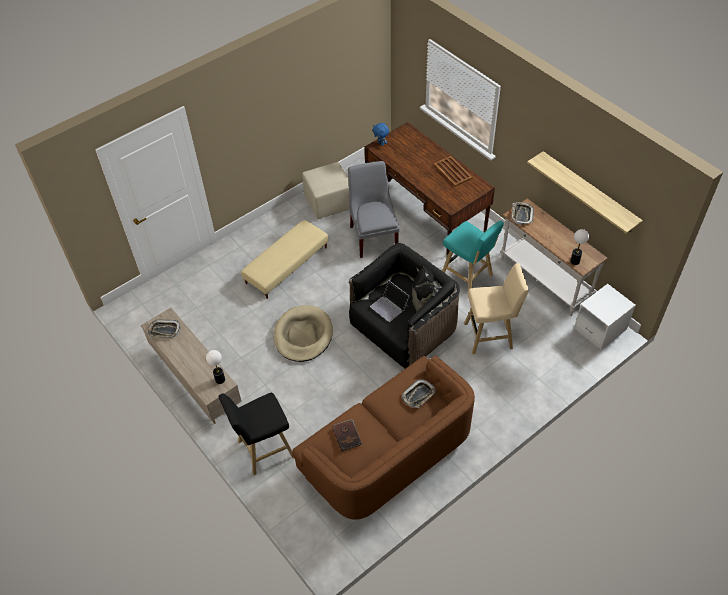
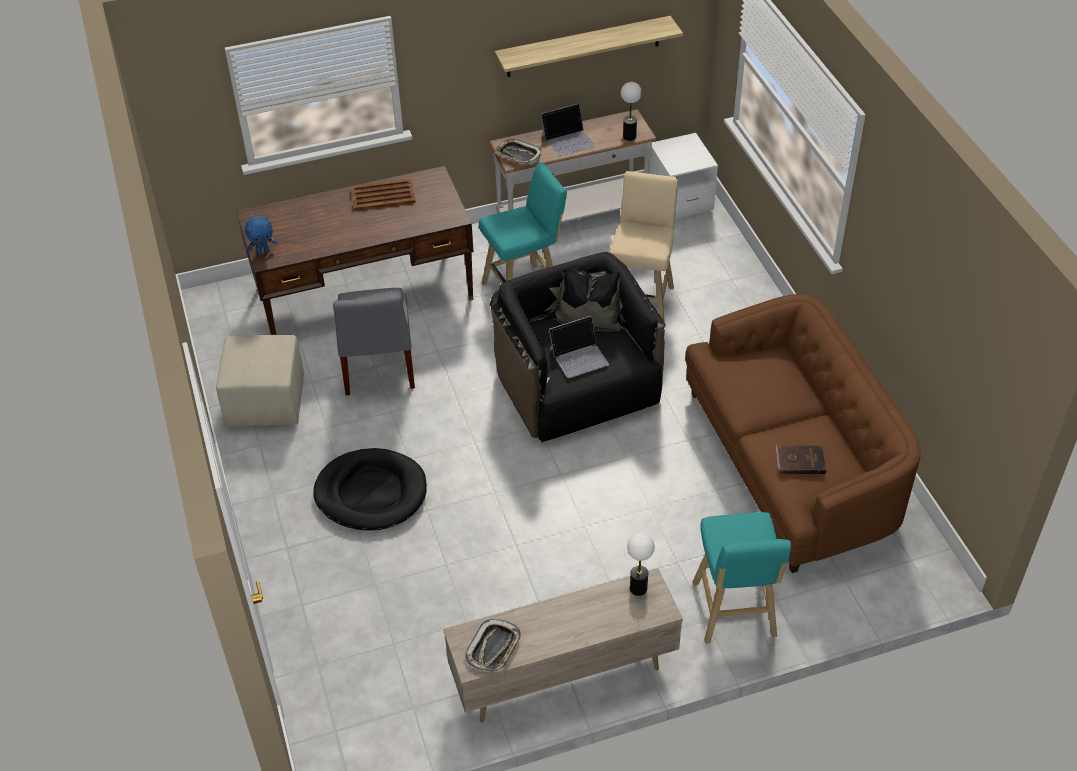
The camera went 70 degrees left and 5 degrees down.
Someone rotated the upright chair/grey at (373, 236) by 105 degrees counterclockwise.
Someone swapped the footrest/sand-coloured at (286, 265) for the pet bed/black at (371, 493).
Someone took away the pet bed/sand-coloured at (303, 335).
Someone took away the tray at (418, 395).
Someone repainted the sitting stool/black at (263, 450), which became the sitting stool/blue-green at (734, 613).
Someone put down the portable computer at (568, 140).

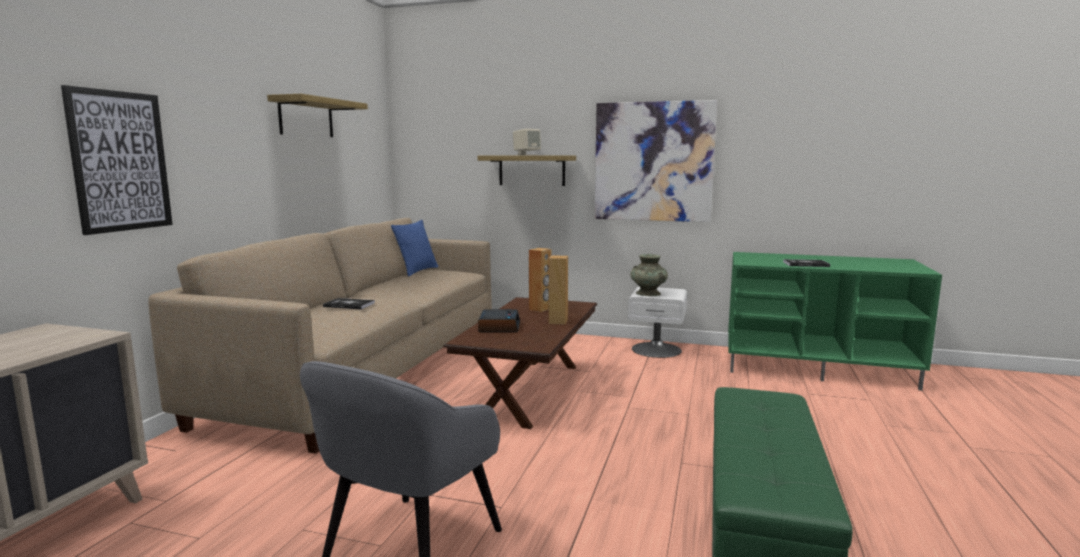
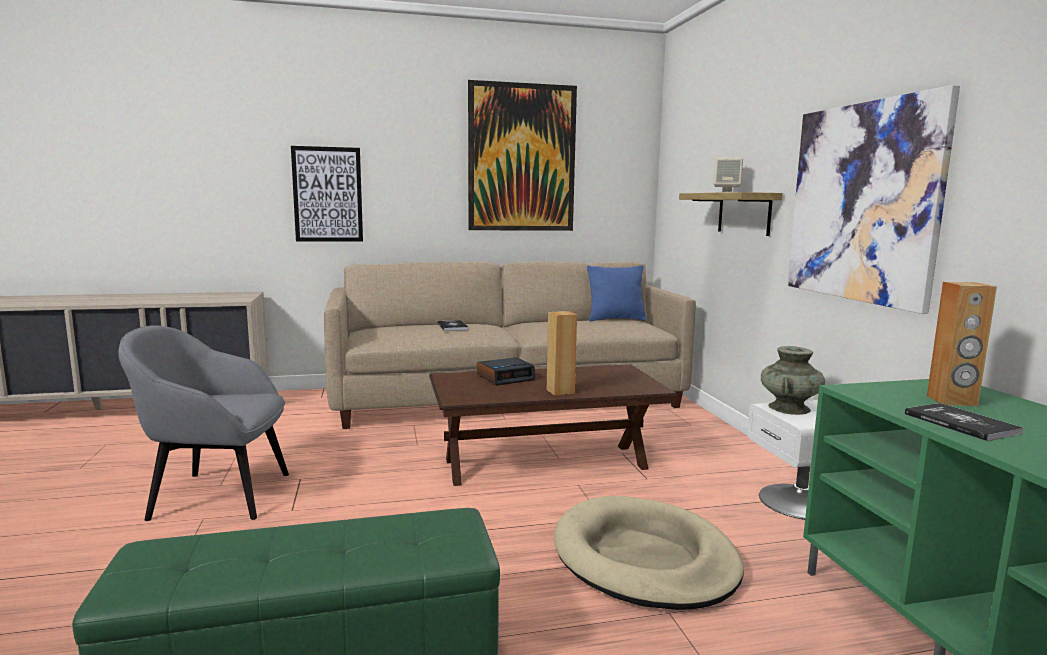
The camera went 60 degrees right and 0 degrees up.
Someone swapped the wall shelf at (306, 118) for the picture at (522, 158).
Someone carried the audio speaker/brown-coloured from (540, 309) to (952, 401).
Someone put down the pet bed/sand-coloured at (644, 558).

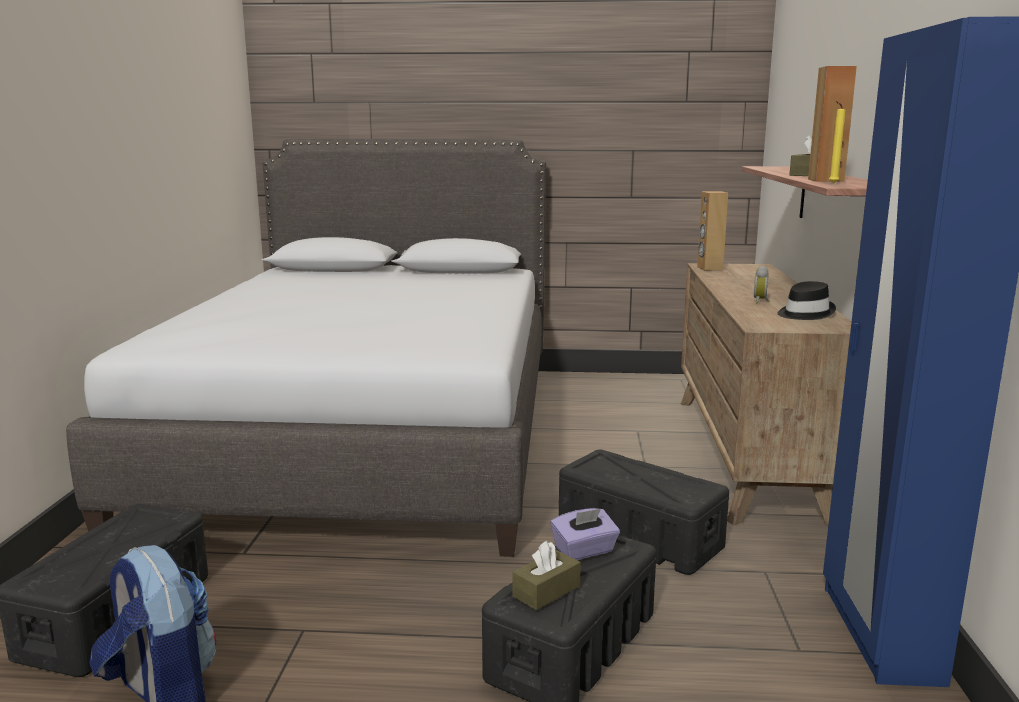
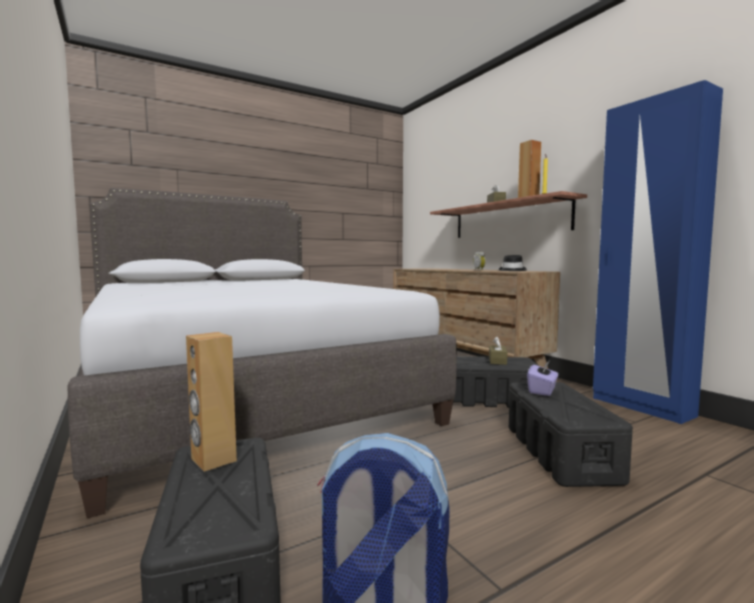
The camera went 35 degrees left and 10 degrees down.
Someone carried the audio speaker/brown-coloured from (709, 268) to (213, 460).
Someone carried the tissue box/brown-coloured from (546, 591) to (497, 360).

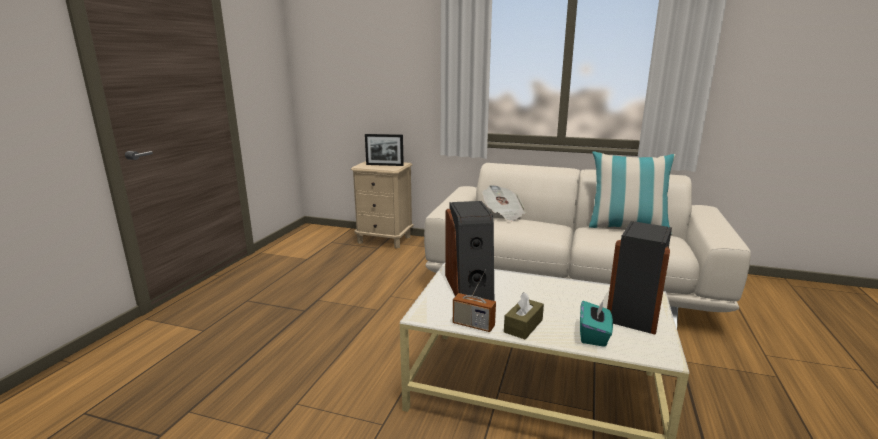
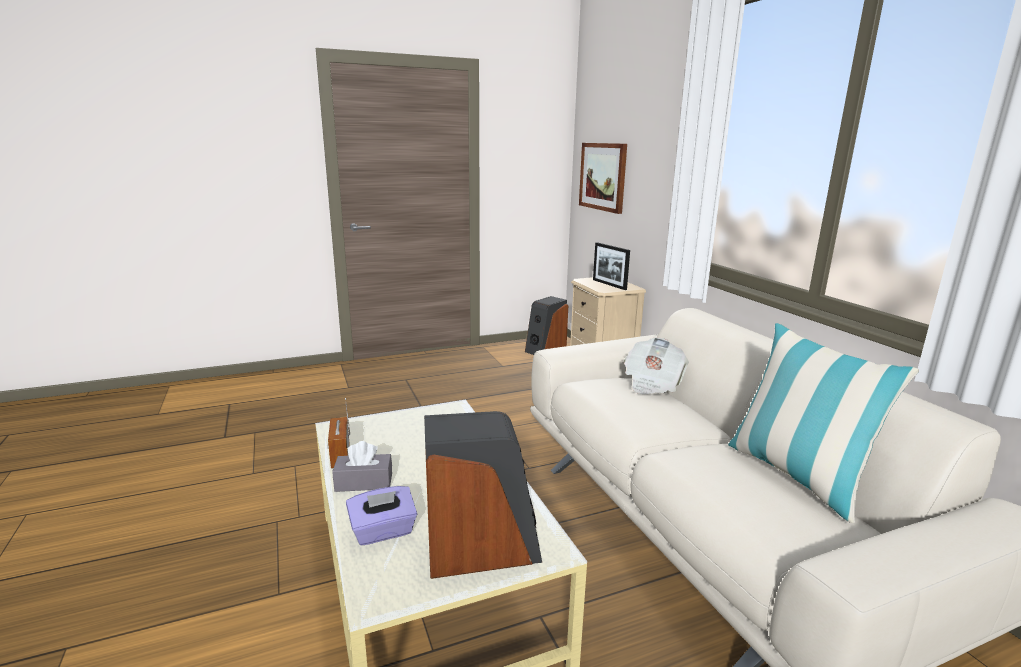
The camera went 50 degrees right and 0 degrees up.
Someone carried the audio speaker from (470, 288) to (545, 349).
Someone repainted the tissue box/brown-coloured at (523, 326), which became the tissue box/grey at (364, 482).
Someone repainted the tissue box/blue-green at (594, 335), which became the tissue box/purplish at (383, 531).
Someone put up the picture at (603, 176).

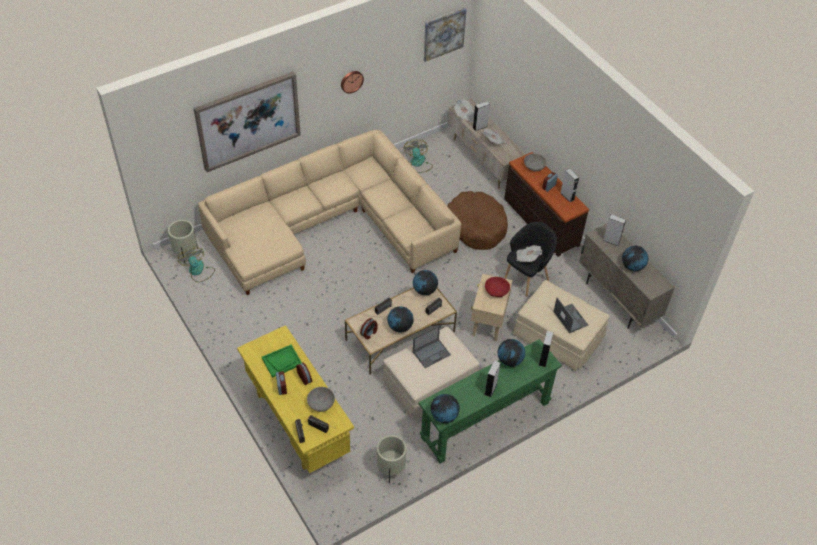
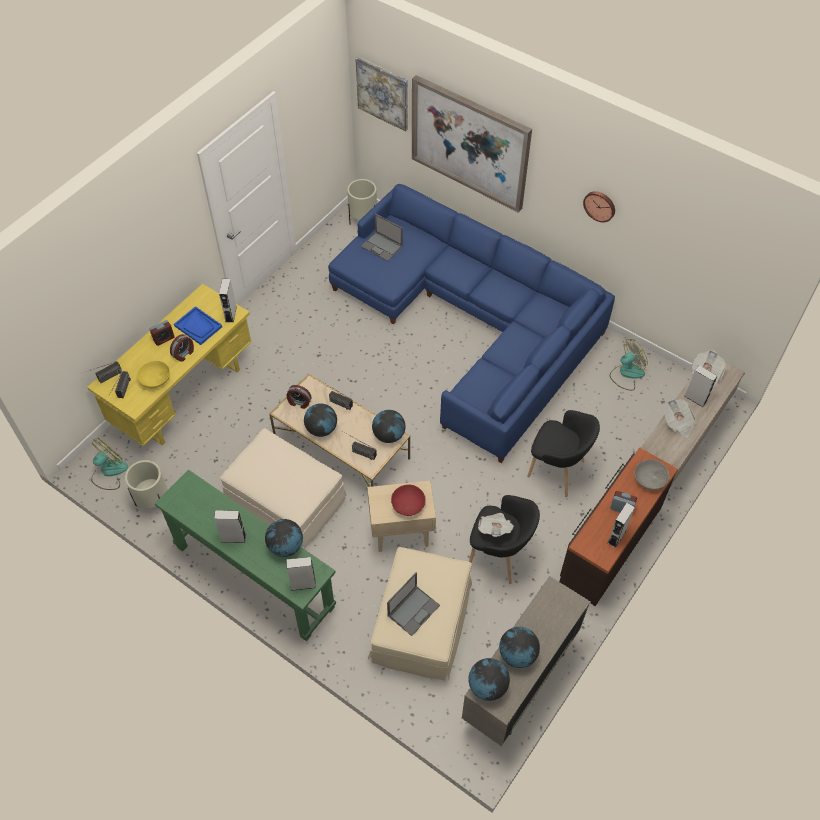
The camera went 70 degrees right and 5 degrees up.
Someone carried the picture from (444, 34) to (383, 93).
Someone repainted the couch/sand-coloured at (330, 225), which became the couch/blue at (472, 324).
Someone swapped the pet bed/brown-coloured at (476, 226) for the armchair/black at (557, 471).
Someone carried the audio speaker/grey from (611, 241) to (231, 314).
Someone carried the cooling fan from (198, 271) to (109, 472).
Someone carried the portable computer from (431, 353) to (382, 246).
Someone repainted the tray/green-coloured at (282, 361), which became the tray/blue at (198, 326).
Someone repainted the serving bowl/grey at (321, 403), which became the serving bowl/yellow at (155, 379).
Someone carried the desk globe from (444, 416) to (487, 686).

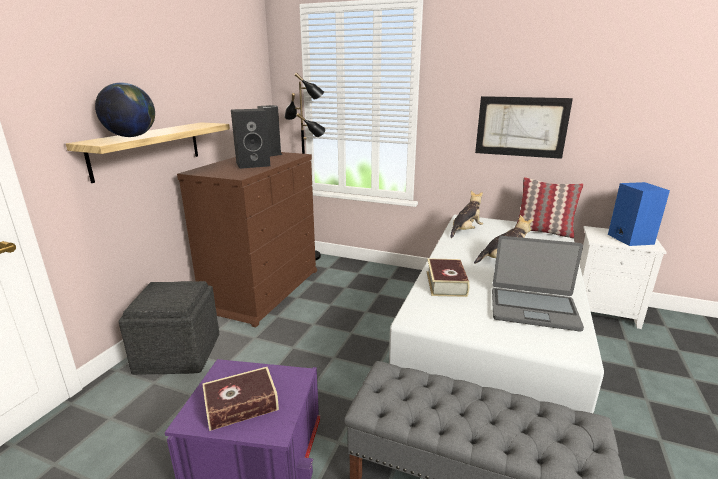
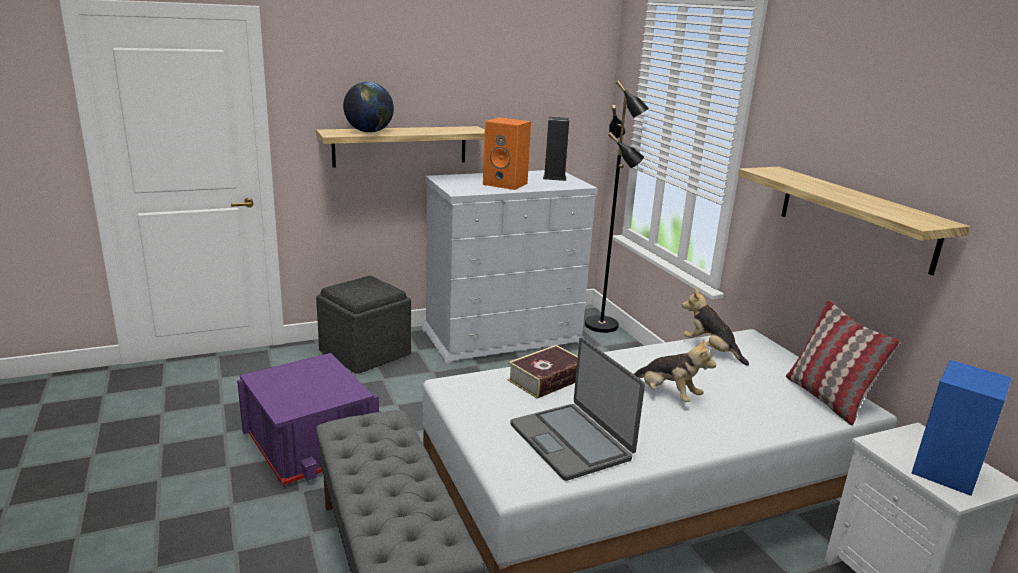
The camera went 45 degrees right and 0 degrees up.
Someone swapped the picture at (521, 127) for the wall shelf at (855, 217).
Someone repainted the audio speaker/black at (254, 164), which became the audio speaker/orangey at (506, 184).
Someone repainted the chest of drawers/brown-coloured at (263, 289), which became the chest of drawers/white-coloured at (503, 336).
Someone rotated the plush toy at (465, 231) by 135 degrees counterclockwise.
Someone took away the bound book at (241, 405).

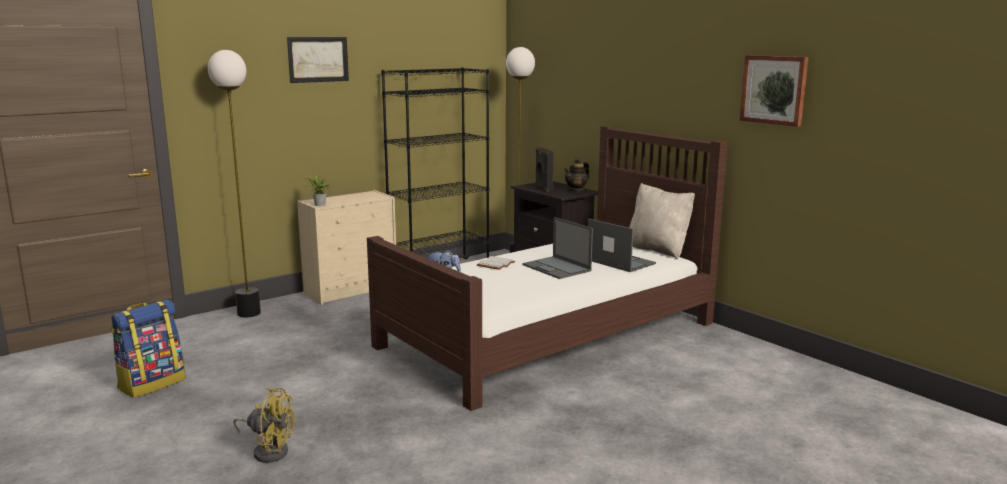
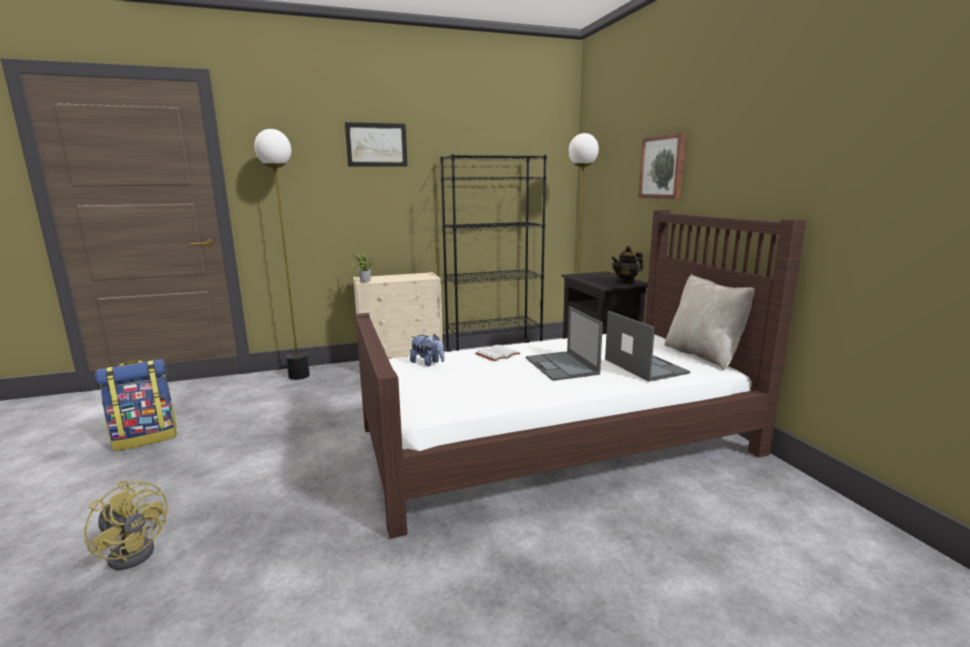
The camera went 20 degrees right and 0 degrees up.
Someone carried the picture from (774, 89) to (663, 167).
Someone took away the audio speaker/black at (543, 188).

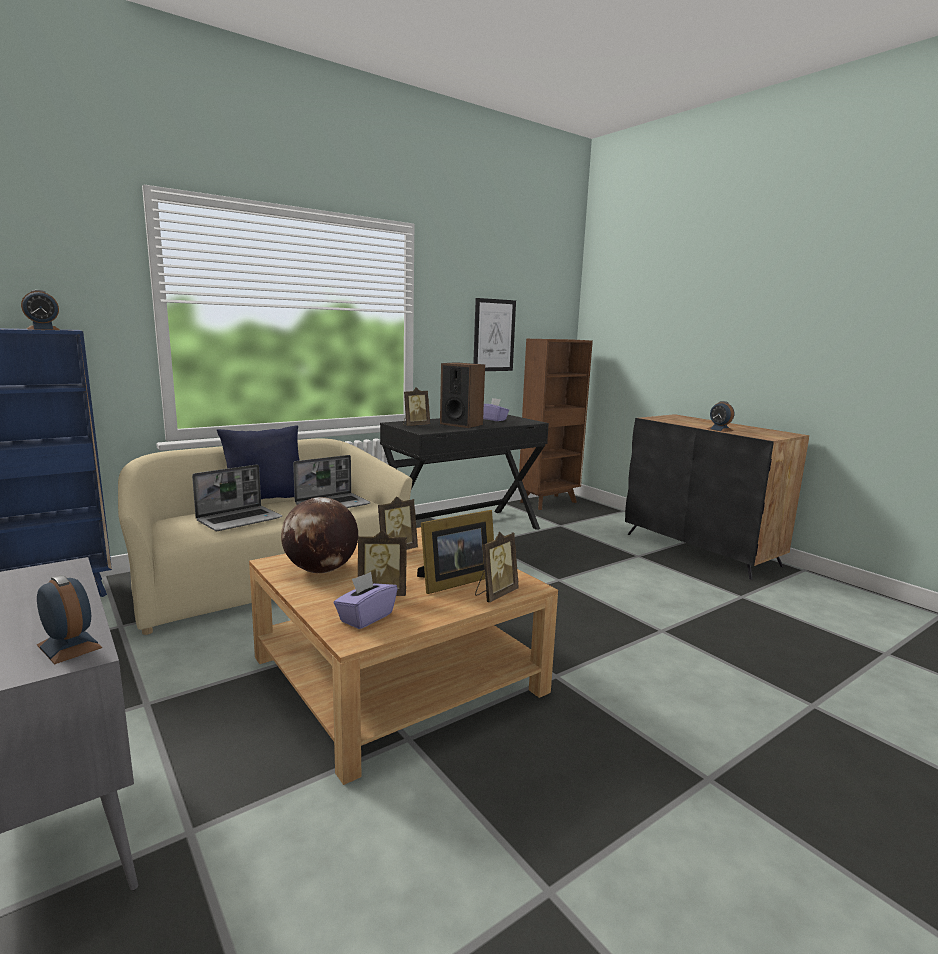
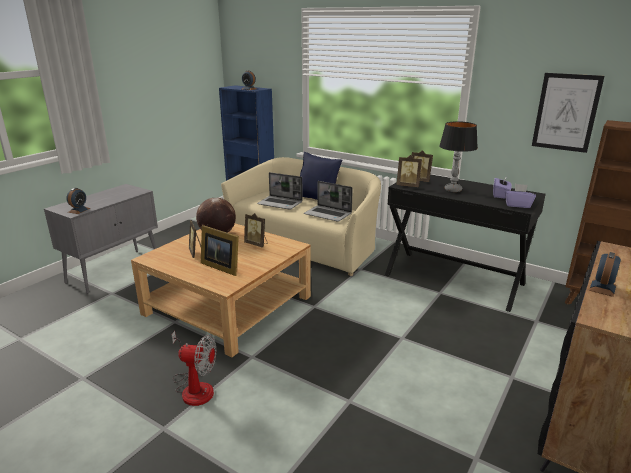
The camera went 70 degrees right and 10 degrees up.
Someone swapped the audio speaker at (461, 424) for the tabletop lamp at (453, 190).
Someone carried the standing frame from (495, 594) to (408, 185).
Someone carried the tissue box/purplish from (365, 617) to (517, 205).
Someone put down the cooling fan at (194, 387).

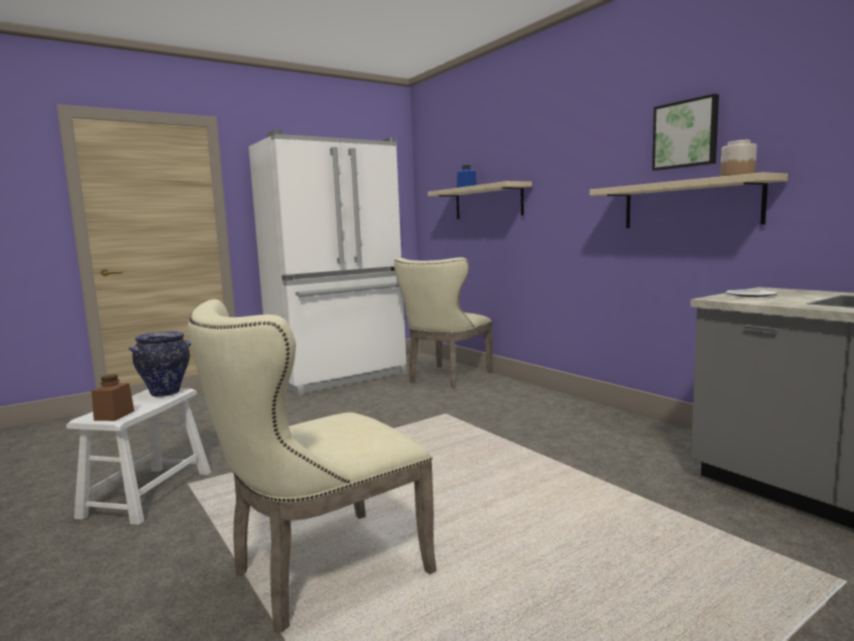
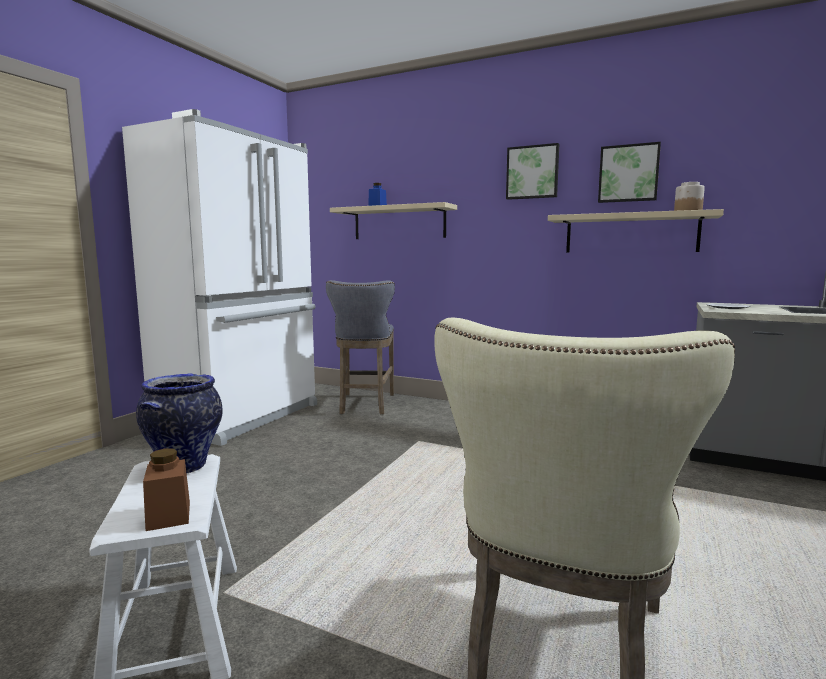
The camera went 30 degrees left and 0 degrees up.
Someone swapped the upright chair/sand-coloured at (446, 378) for the sitting stool/grey at (365, 405).
Someone put up the picture at (532, 172).

